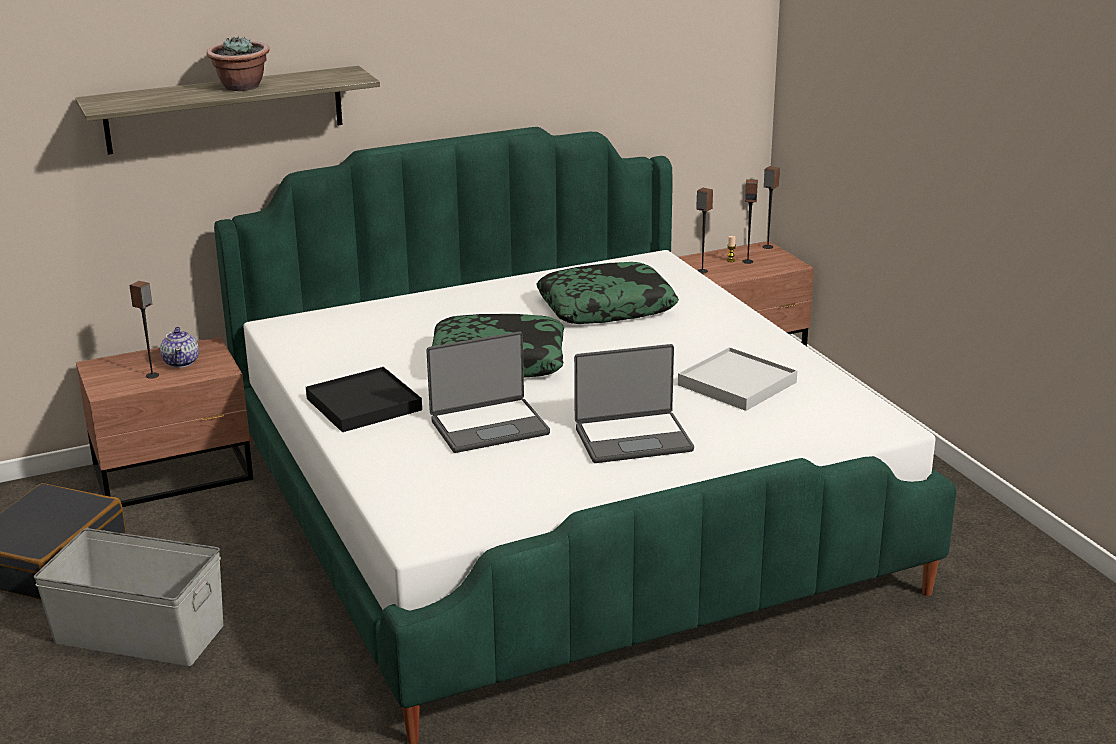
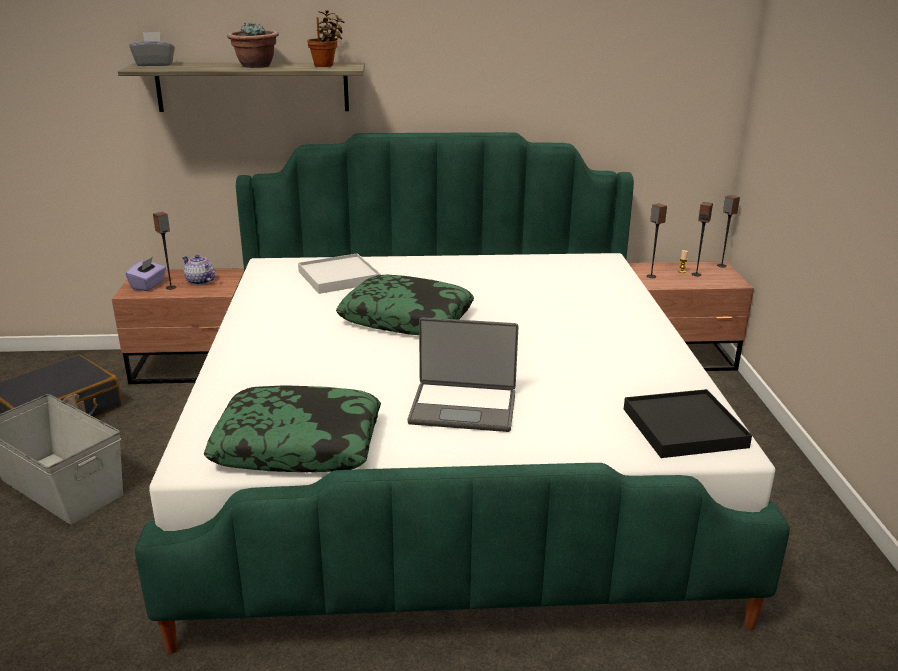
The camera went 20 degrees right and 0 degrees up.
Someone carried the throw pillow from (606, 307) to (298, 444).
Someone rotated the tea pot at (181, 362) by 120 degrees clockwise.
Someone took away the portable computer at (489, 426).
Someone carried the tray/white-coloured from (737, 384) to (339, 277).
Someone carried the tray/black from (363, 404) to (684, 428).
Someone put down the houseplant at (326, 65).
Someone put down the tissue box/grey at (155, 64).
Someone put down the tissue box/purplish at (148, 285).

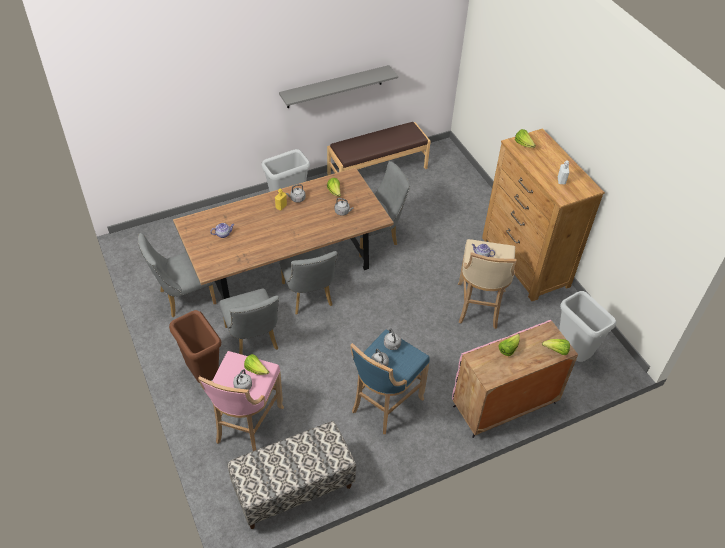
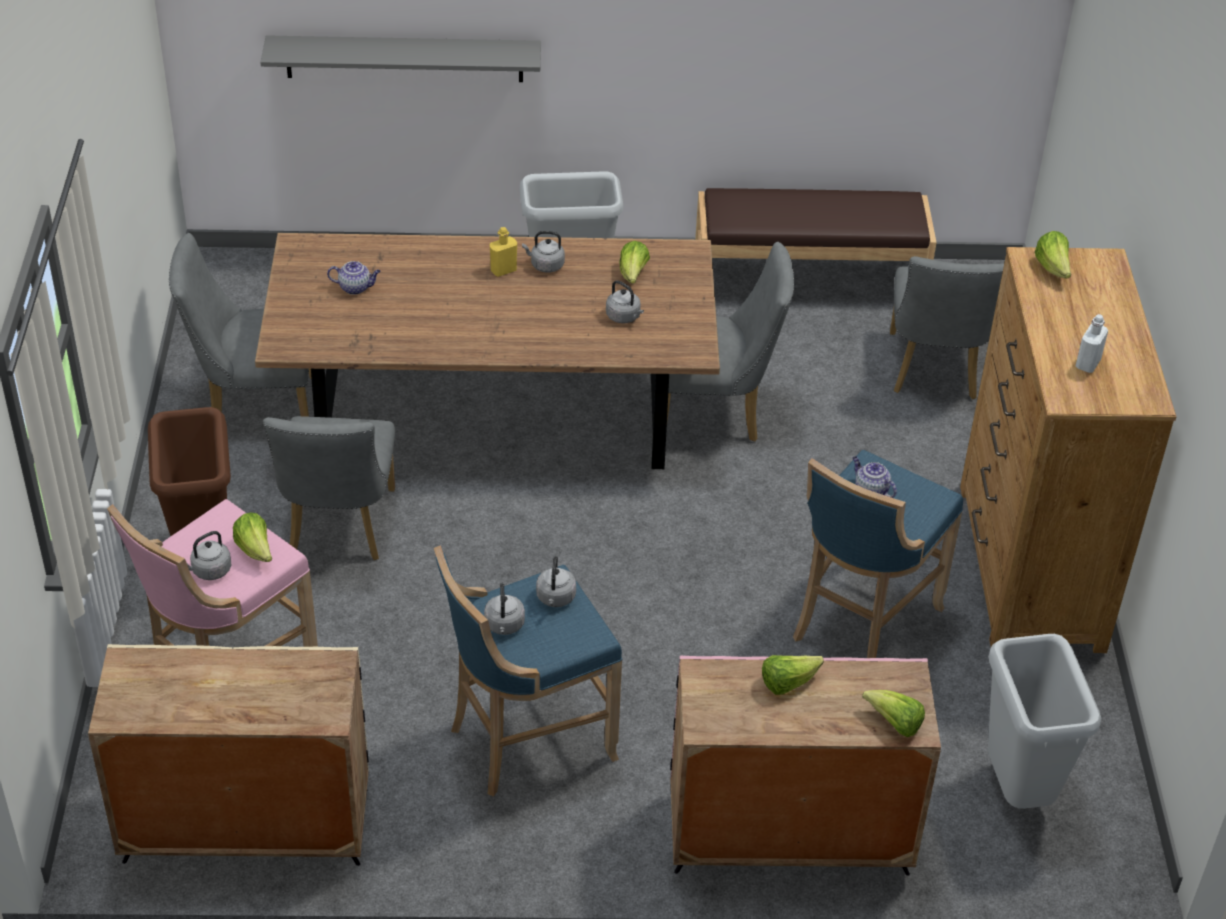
The camera went 25 degrees right and 5 degrees down.
Someone carried the wall shelf/grey from (335, 87) to (404, 58).
Someone repainted the sitting stool/sand-coloured at (479, 307), which became the sitting stool/blue at (860, 624).
Someone carried the upright chair/grey from (309, 297) to (933, 372).
Someone swapped the bench at (293, 488) for the cupboard/sand-coloured at (245, 826).

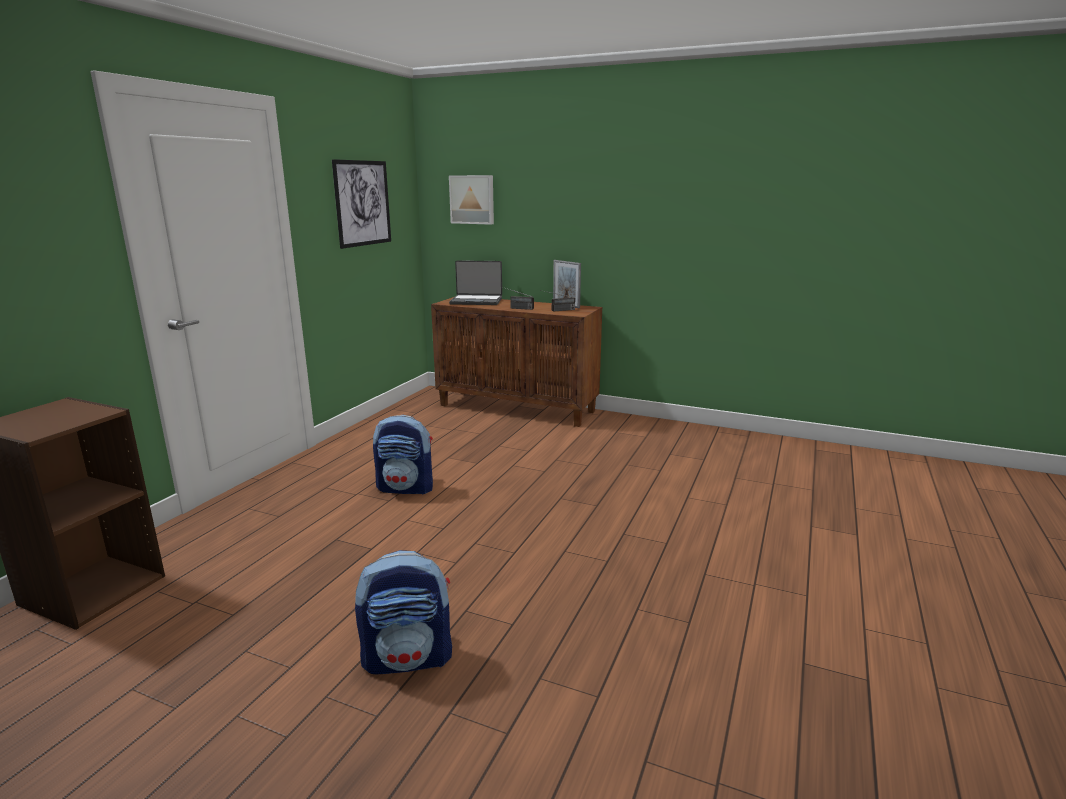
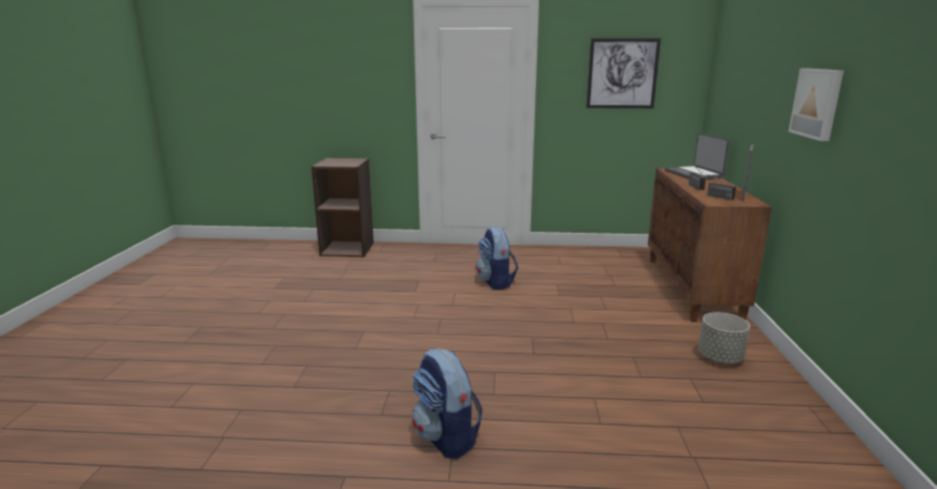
The camera went 70 degrees right and 0 degrees up.
Someone carried the picture from (472, 199) to (818, 103).
Someone carried the rucksack from (408, 658) to (446, 438).
Someone put down the plant pot/grey at (720, 358).

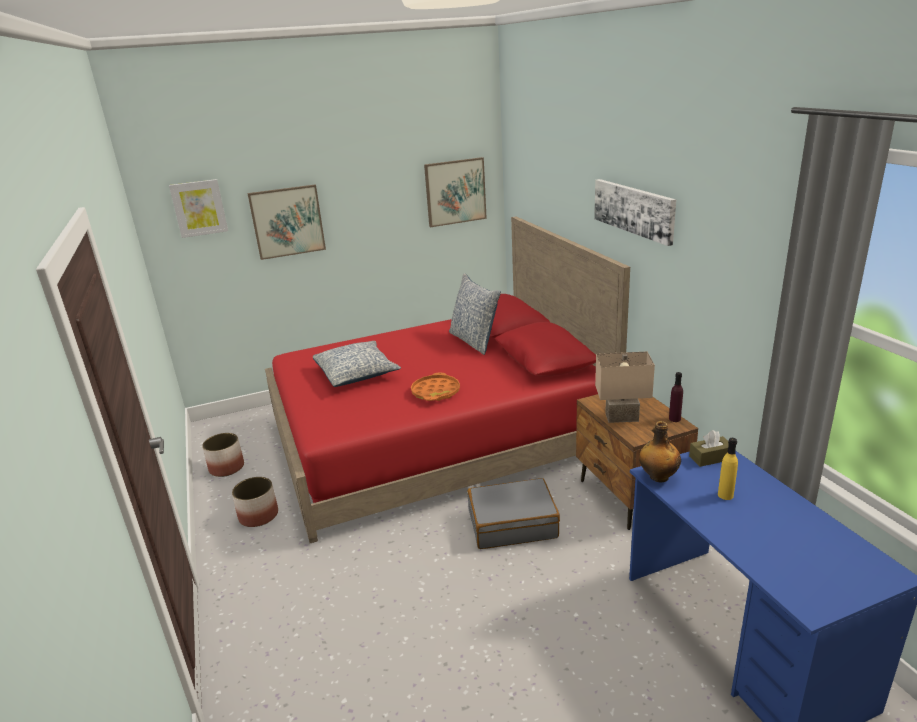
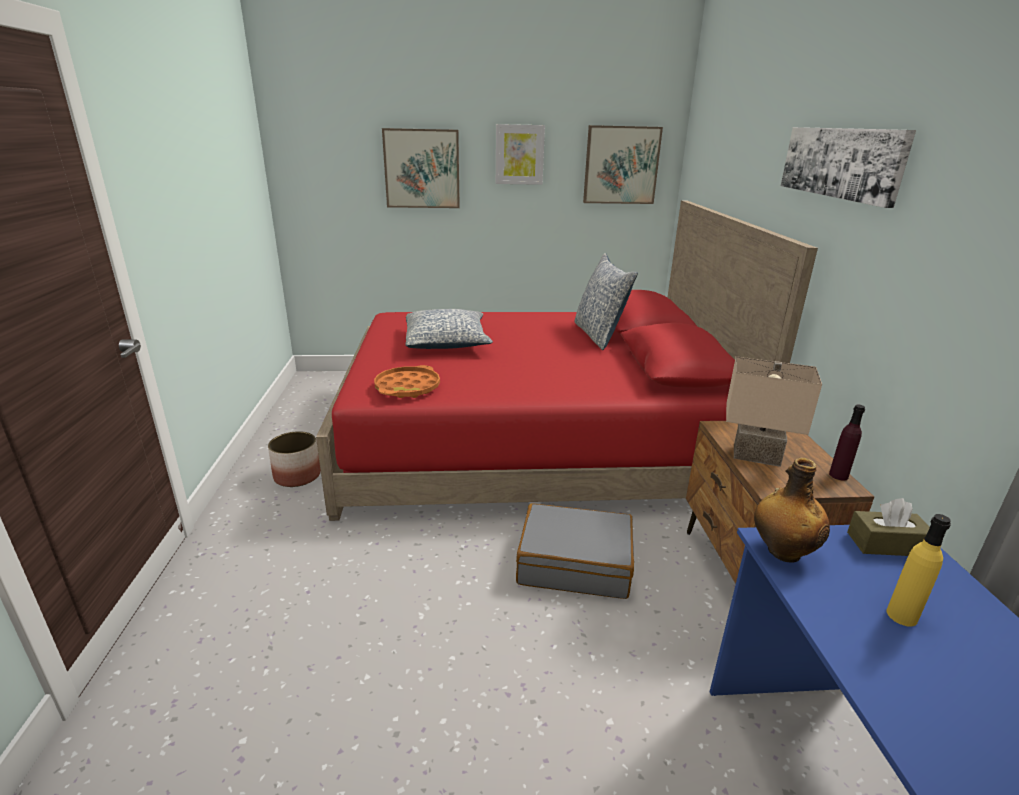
The camera went 15 degrees right and 0 degrees up.
Someone carried the picture from (199, 208) to (519, 154).
Someone carried the tray/orangey from (436, 392) to (407, 387).
Someone took away the plant pot at (227, 468).

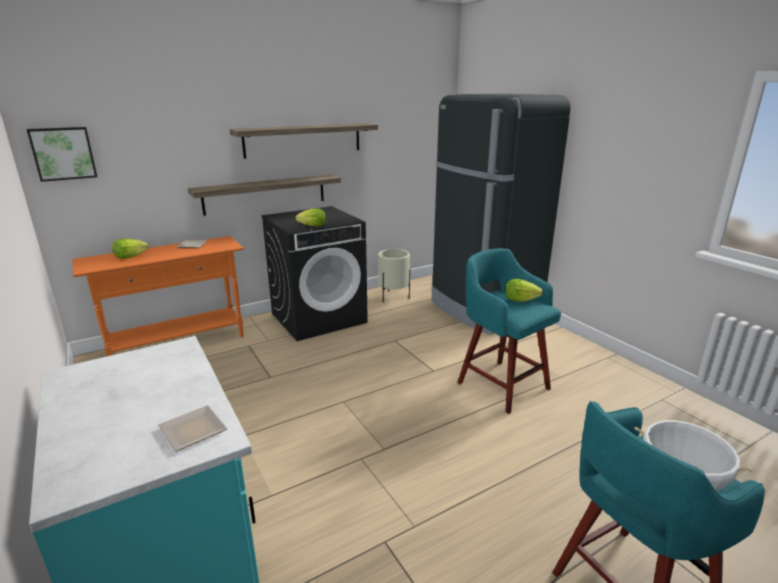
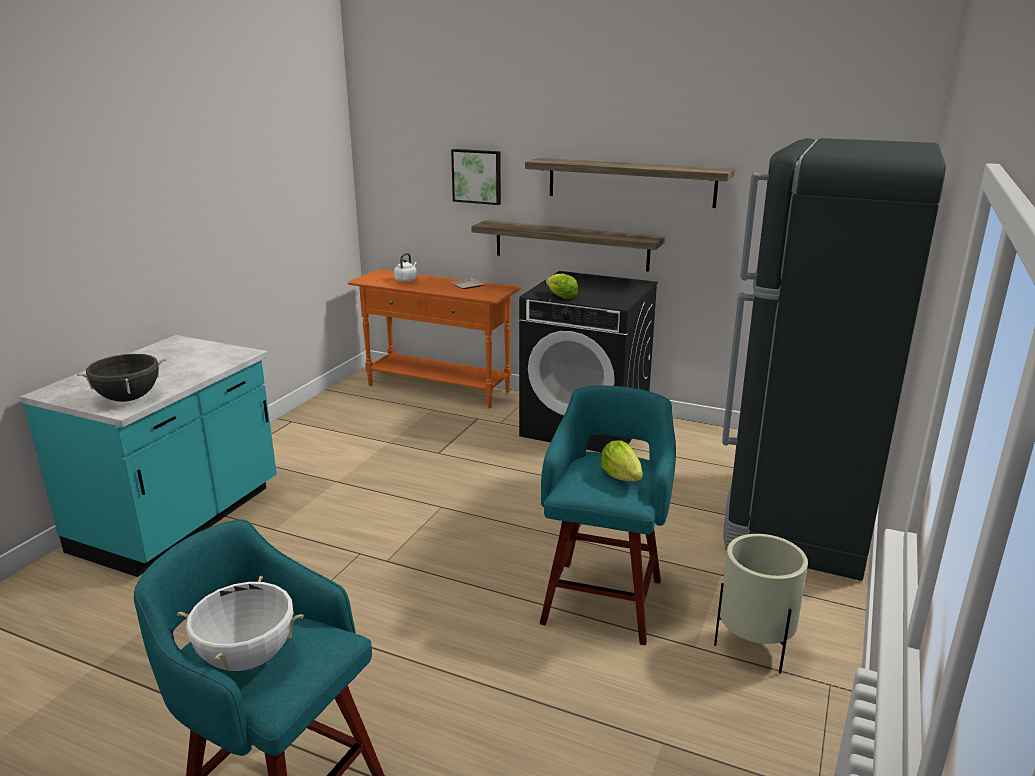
The camera went 55 degrees right and 0 degrees up.
Someone carried the picture from (63, 153) to (477, 176).
Someone swapped the lettuce at (130, 257) for the kettle/white-coloured at (406, 280).
Someone carried the plant pot/sand-coloured from (393, 297) to (754, 648).
Someone swapped the flat dish at (195, 431) for the saucepot/black at (128, 399).

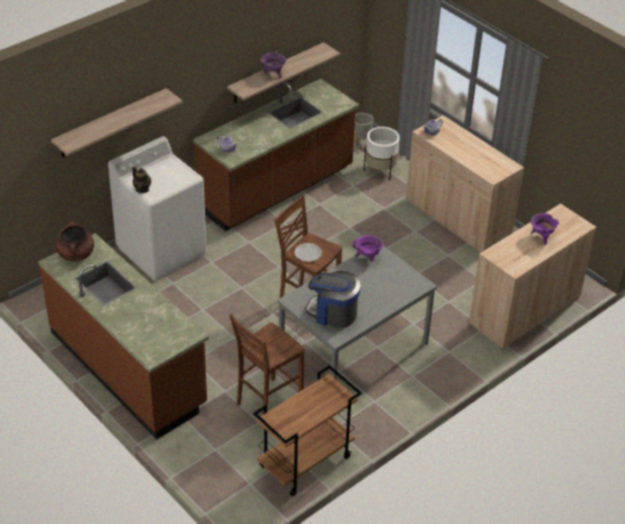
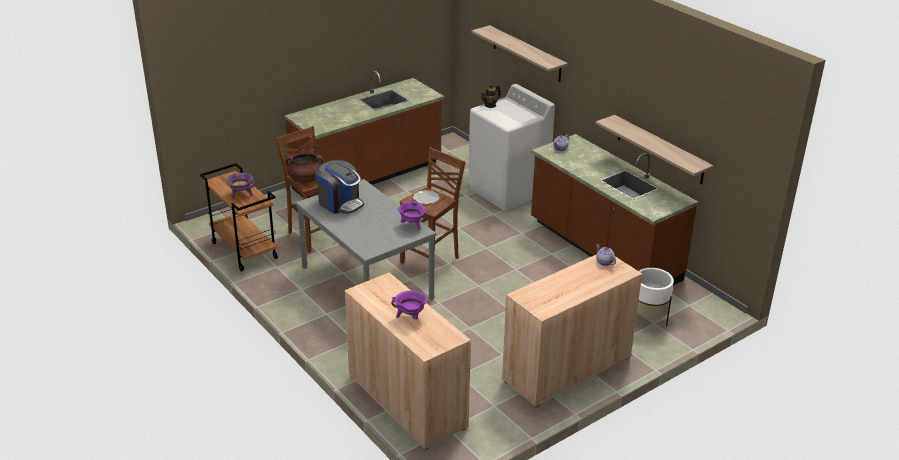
The camera went 95 degrees right and 10 degrees down.
Someone carried the saucepot/purplish from (273, 74) to (241, 194).
Someone took away the plant pot/grey at (361, 142).
Someone carried the saucepot/brown-coloured from (76, 254) to (305, 179).
Someone rotated the coffee machine at (333, 313) by 105 degrees clockwise.

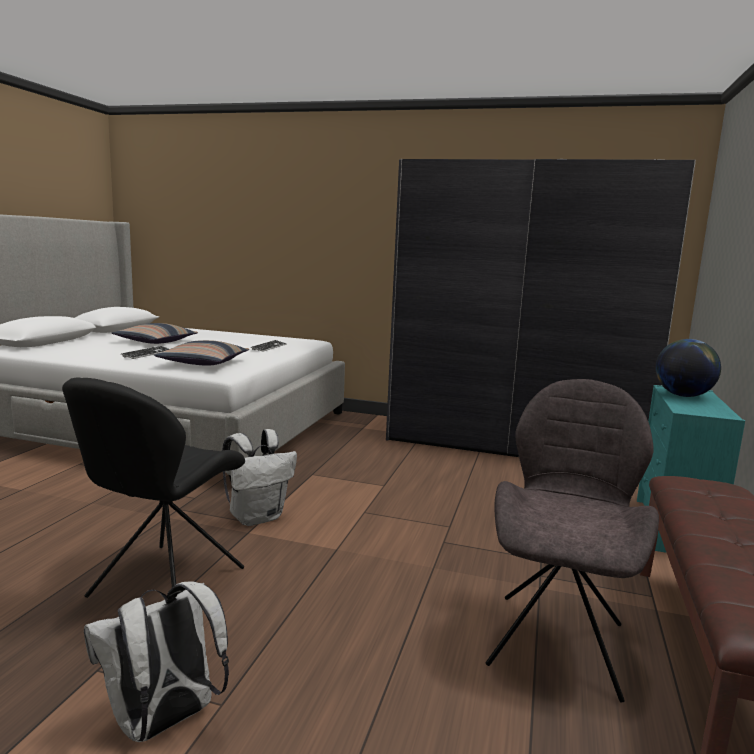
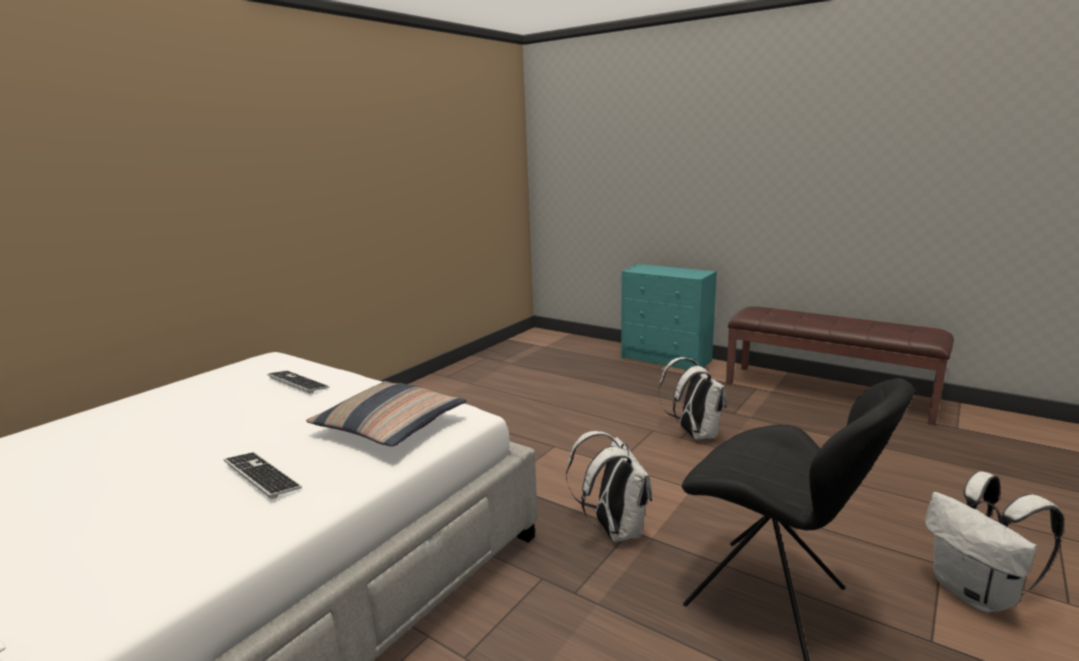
The camera went 70 degrees left and 5 degrees up.
Someone took away the wardrobe/grey at (513, 444).
Someone took away the throw pillow at (155, 342).
Someone took away the desk globe at (683, 395).
Someone took away the upright chair/grey at (558, 640).
Someone put down the rucksack/white-coloured at (694, 434).

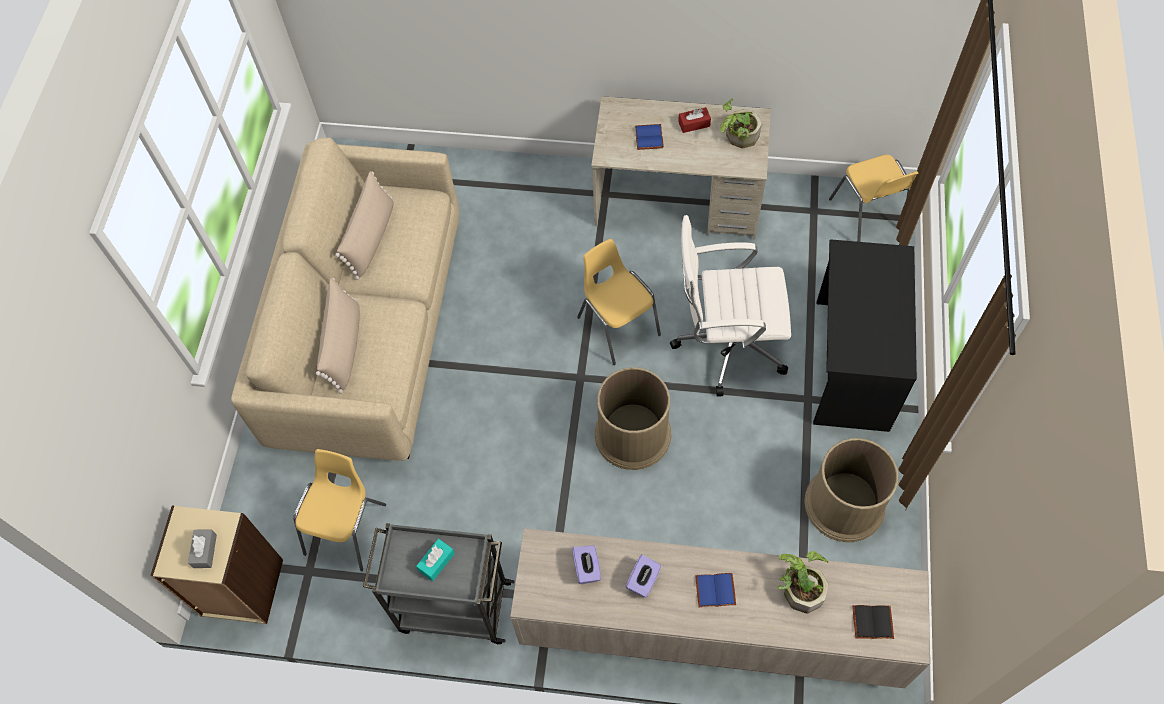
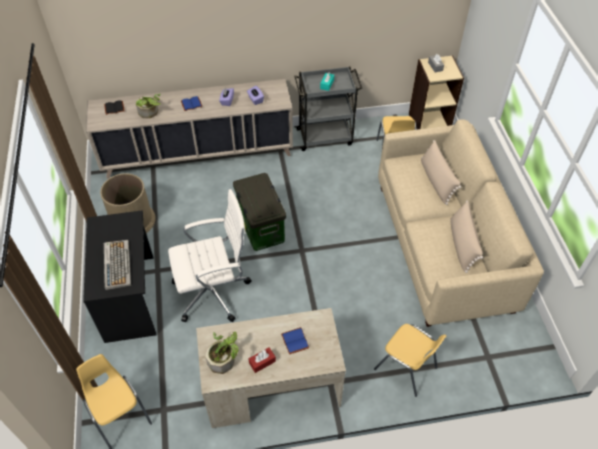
The camera went 160 degrees right and 10 degrees down.
Someone carried the upright chair/yellow from (617, 326) to (406, 368).
Someone swapped the rubbish bin/brown-coloured at (633, 434) for the storage container at (260, 227).
Someone put down the computer keyboard at (116, 264).

